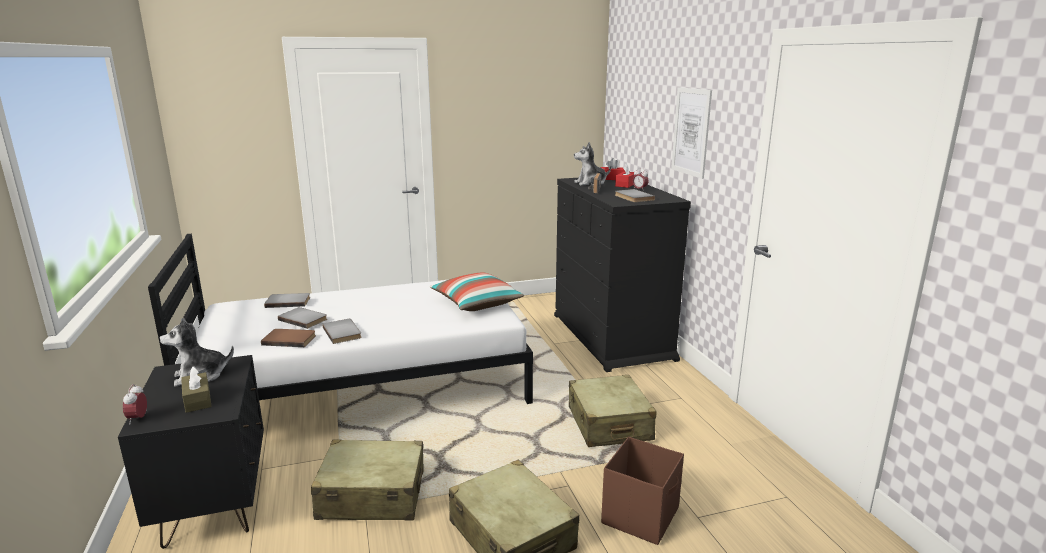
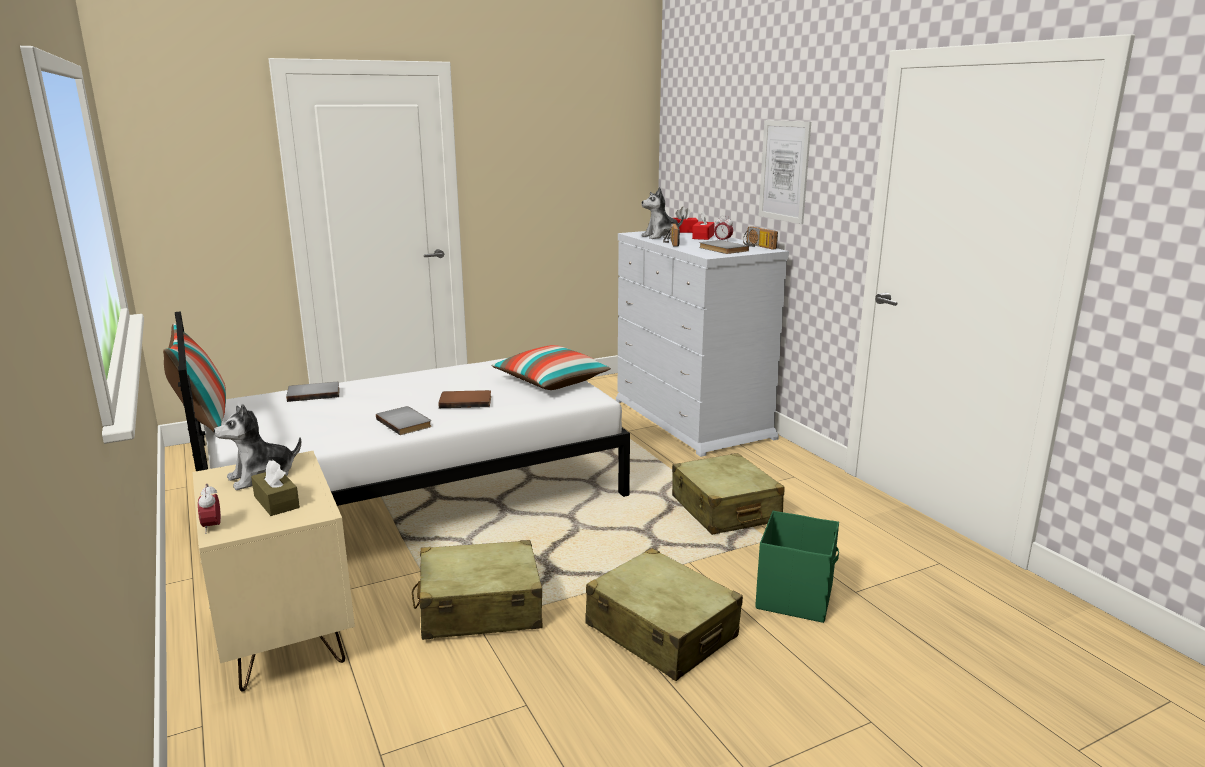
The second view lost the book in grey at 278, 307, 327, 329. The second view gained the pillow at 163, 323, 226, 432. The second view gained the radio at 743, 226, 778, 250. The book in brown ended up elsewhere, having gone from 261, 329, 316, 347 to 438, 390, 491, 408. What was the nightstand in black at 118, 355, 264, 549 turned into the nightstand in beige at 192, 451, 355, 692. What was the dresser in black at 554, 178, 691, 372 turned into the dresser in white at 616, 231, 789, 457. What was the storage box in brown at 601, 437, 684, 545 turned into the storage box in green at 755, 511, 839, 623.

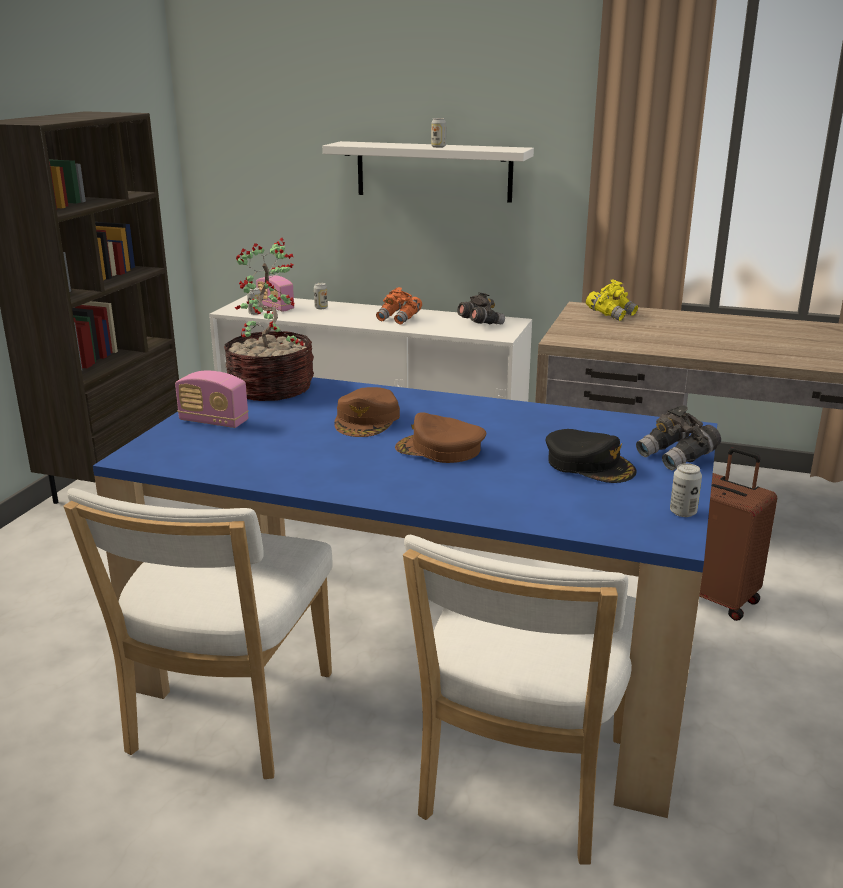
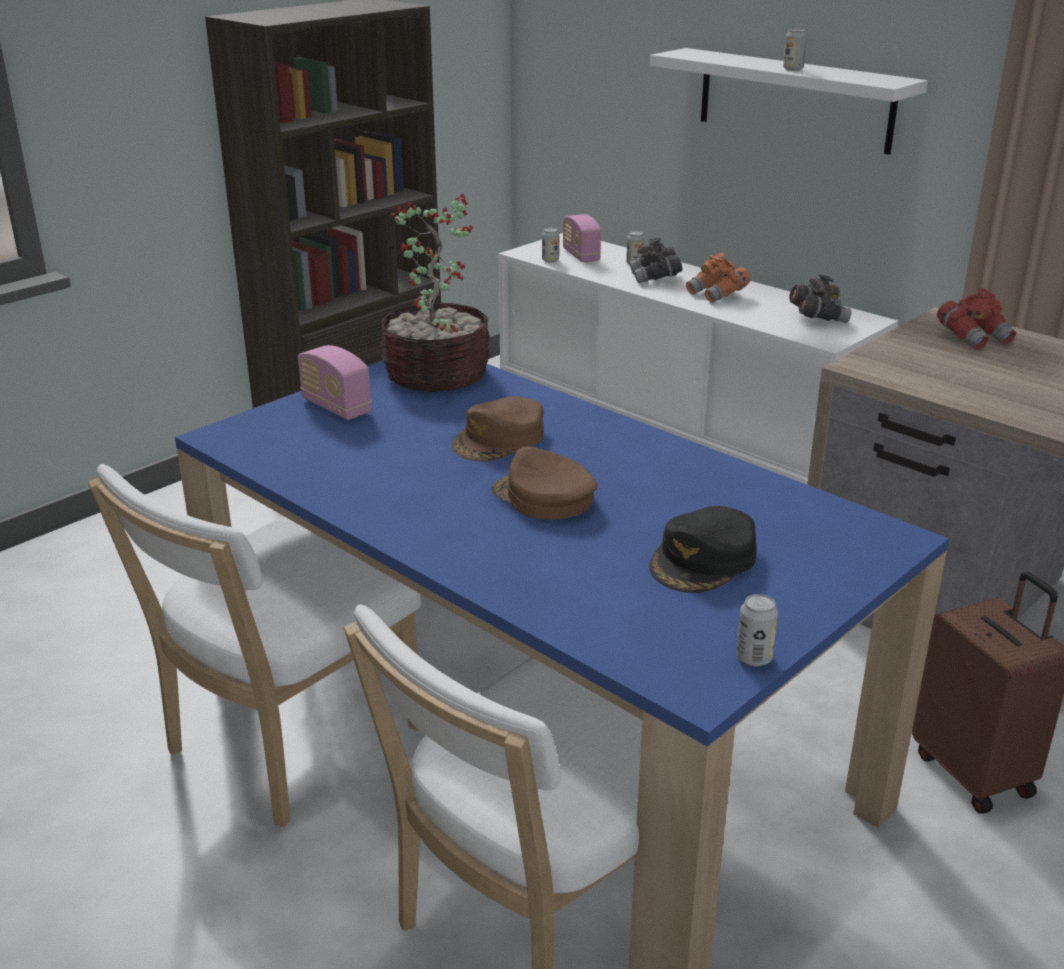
The binoculars in grey ended up elsewhere, having gone from 636, 406, 721, 470 to 629, 238, 683, 283. What was the binoculars in yellow at 586, 279, 638, 321 turned into the binoculars in red at 937, 288, 1016, 350. The cap in black at 546, 429, 636, 483 ended up facing another way, 60 degrees clockwise from before.

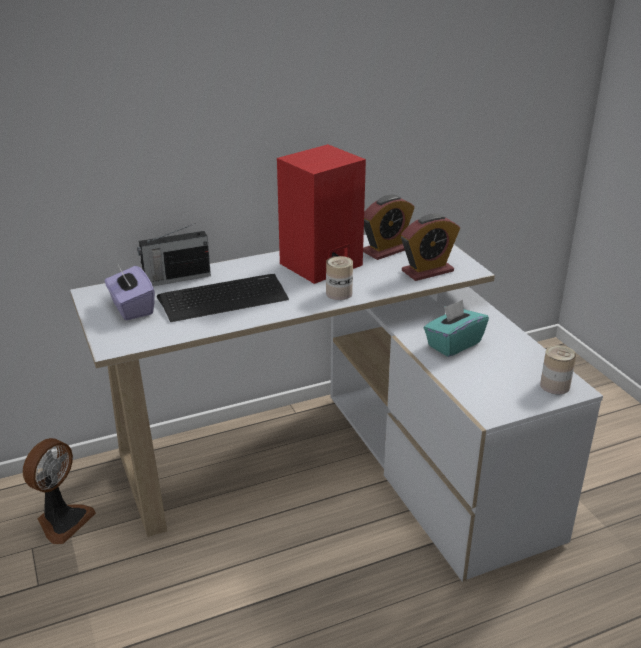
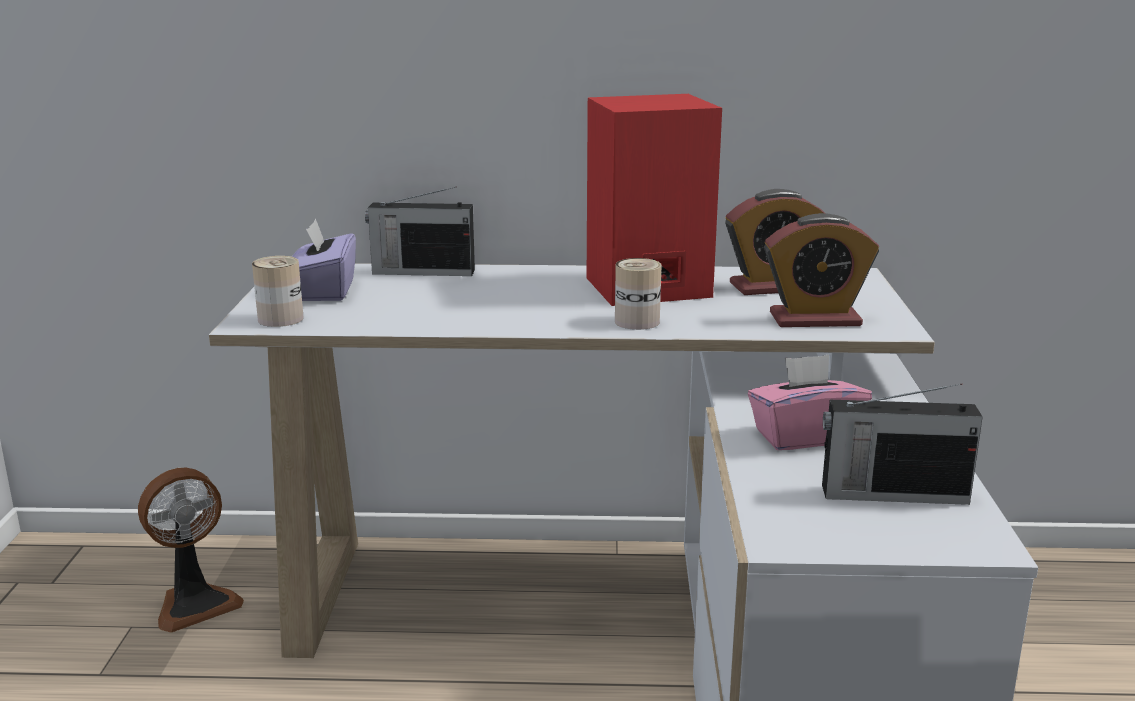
The second view lost the keyboard at 157, 274, 289, 322. The second view gained the radio at 822, 384, 983, 505. The can ended up elsewhere, having gone from 540, 345, 576, 394 to 252, 256, 304, 327. What was the tissue box in turquoise at 424, 300, 489, 357 turned into the tissue box in pink at 748, 354, 872, 450.

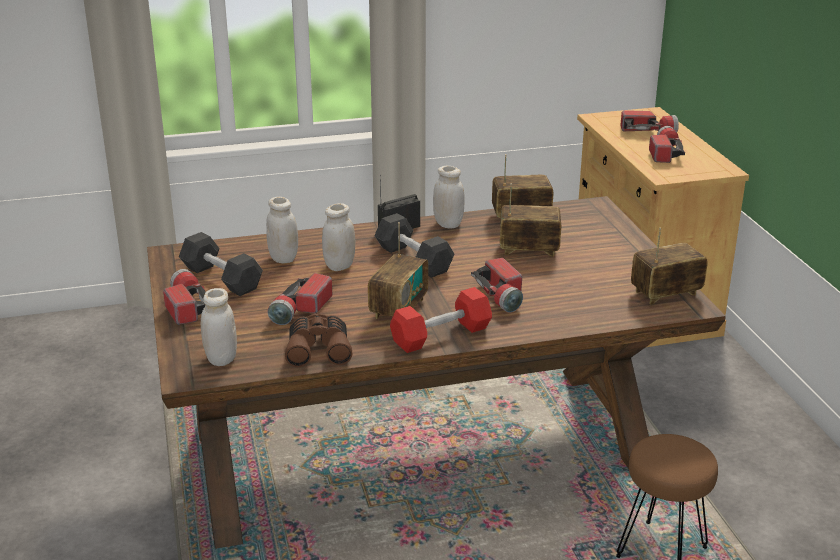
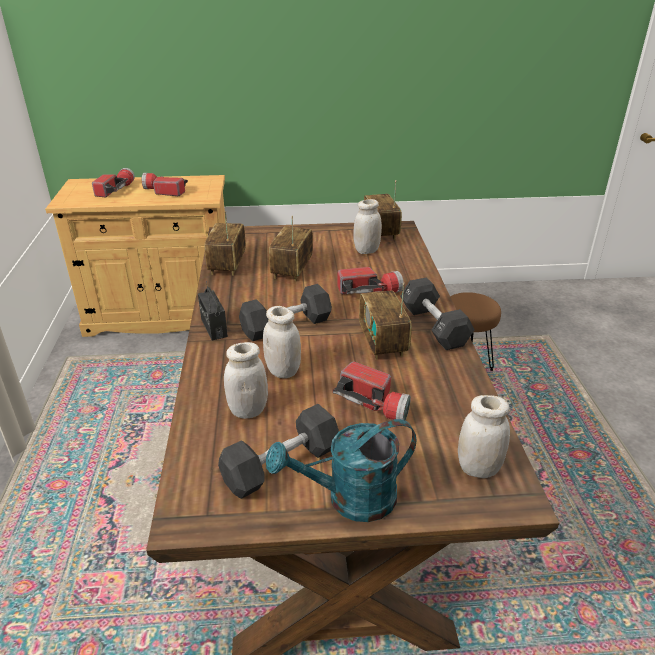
The second view lost the binoculars in brown at 285, 313, 352, 367. The jar in white ended up elsewhere, having gone from 433, 166, 465, 229 to 353, 199, 382, 254. Where the flashlight stood at 163, 269, 205, 325, the watering can in turquoise came to stand at 266, 419, 416, 522. What was the dumbbell in red at 390, 287, 492, 353 turned into the dumbbell in black at 400, 277, 475, 350. The radio at 368, 222, 428, 319 ended up facing another way, 135 degrees counterclockwise from before.

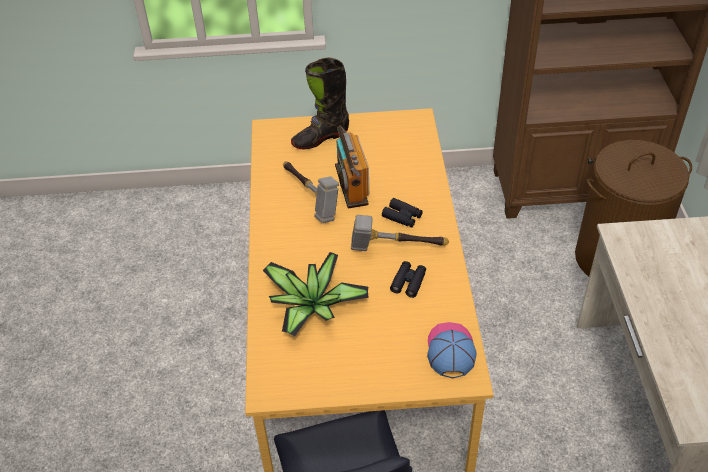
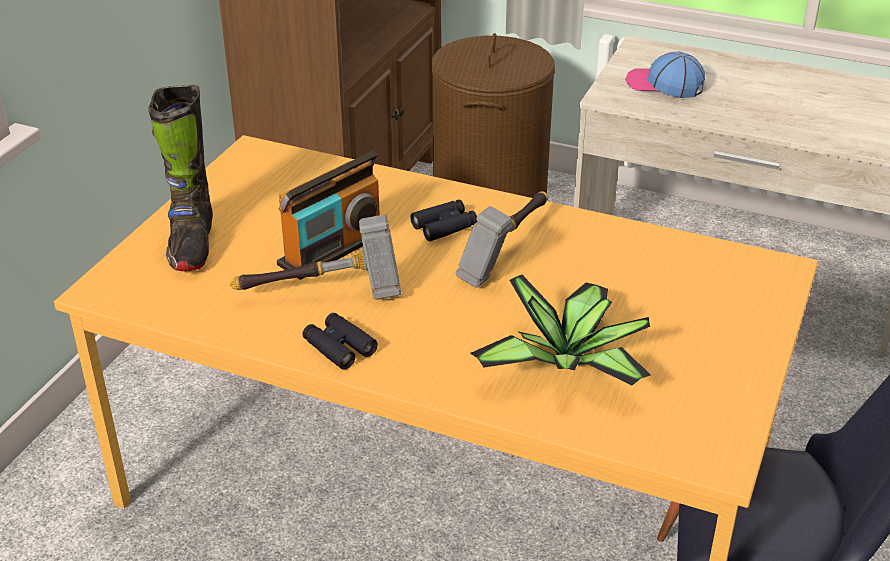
The binoculars in black ended up elsewhere, having gone from 390, 261, 426, 298 to 303, 313, 378, 370. The cap ended up elsewhere, having gone from 427, 322, 477, 378 to 625, 51, 705, 98. The radio at 335, 126, 369, 208 ended up facing another way, 60 degrees counterclockwise from before.

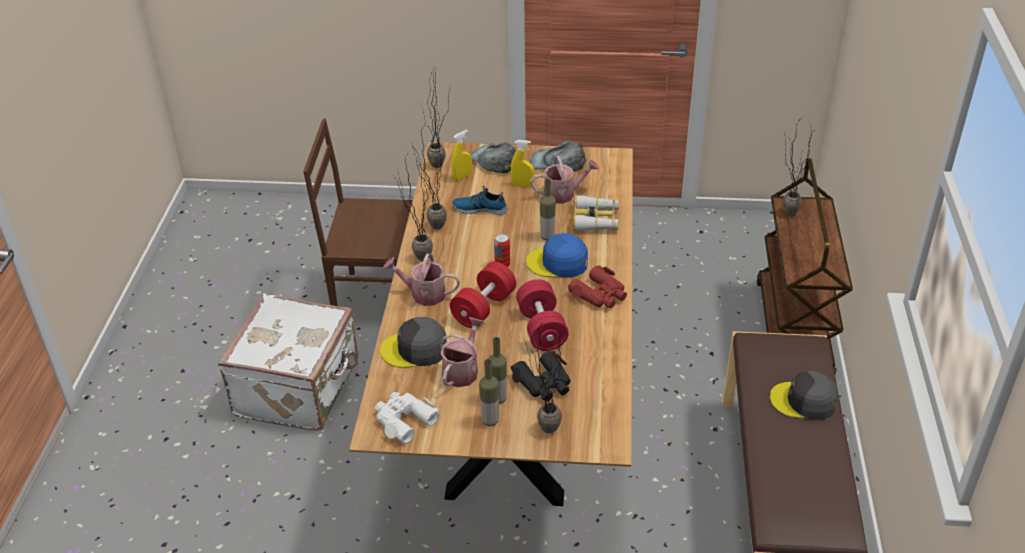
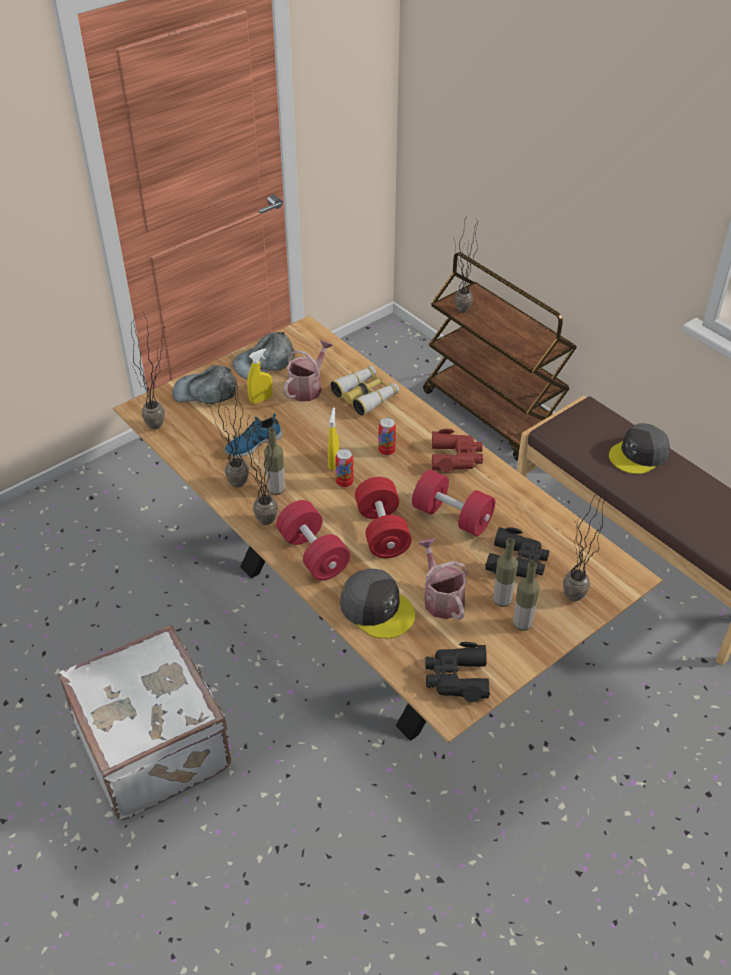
The second view lost the chair in brown at 303, 119, 413, 306. The spray bottle in yellow ended up elsewhere, having gone from 452, 130, 472, 181 to 328, 407, 339, 470. The bottle ended up elsewhere, having gone from 540, 179, 556, 240 to 264, 428, 285, 495. Where the watering can stood at 383, 254, 460, 306, the dumbbell in red came to stand at 276, 500, 350, 581. Where the cap in blue stood at 526, 233, 588, 278, the can came to stand at 378, 417, 396, 456. What was the binoculars in white at 375, 392, 440, 444 turned into the binoculars in black at 425, 642, 490, 702. The cap in grey at 380, 317, 447, 368 ended up facing another way, 90 degrees counterclockwise from before.

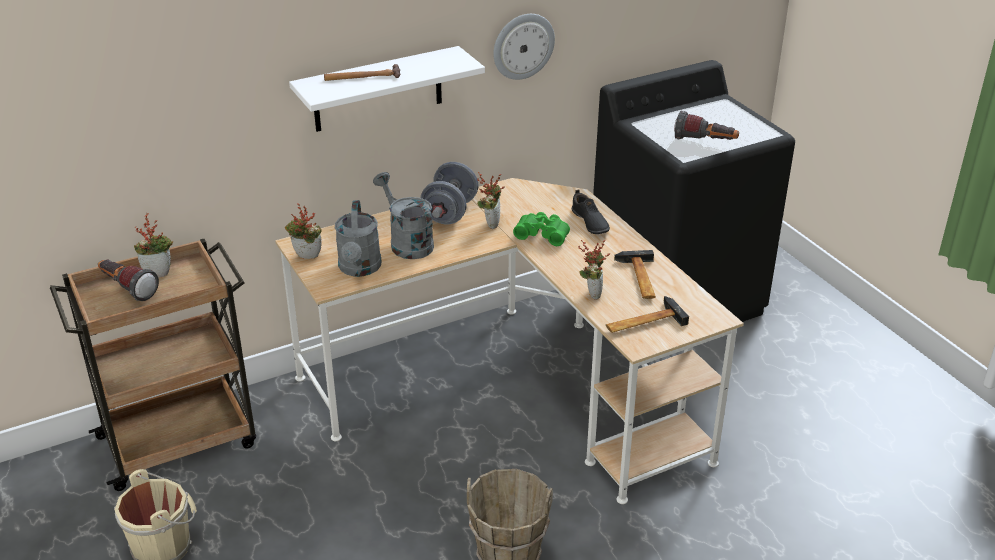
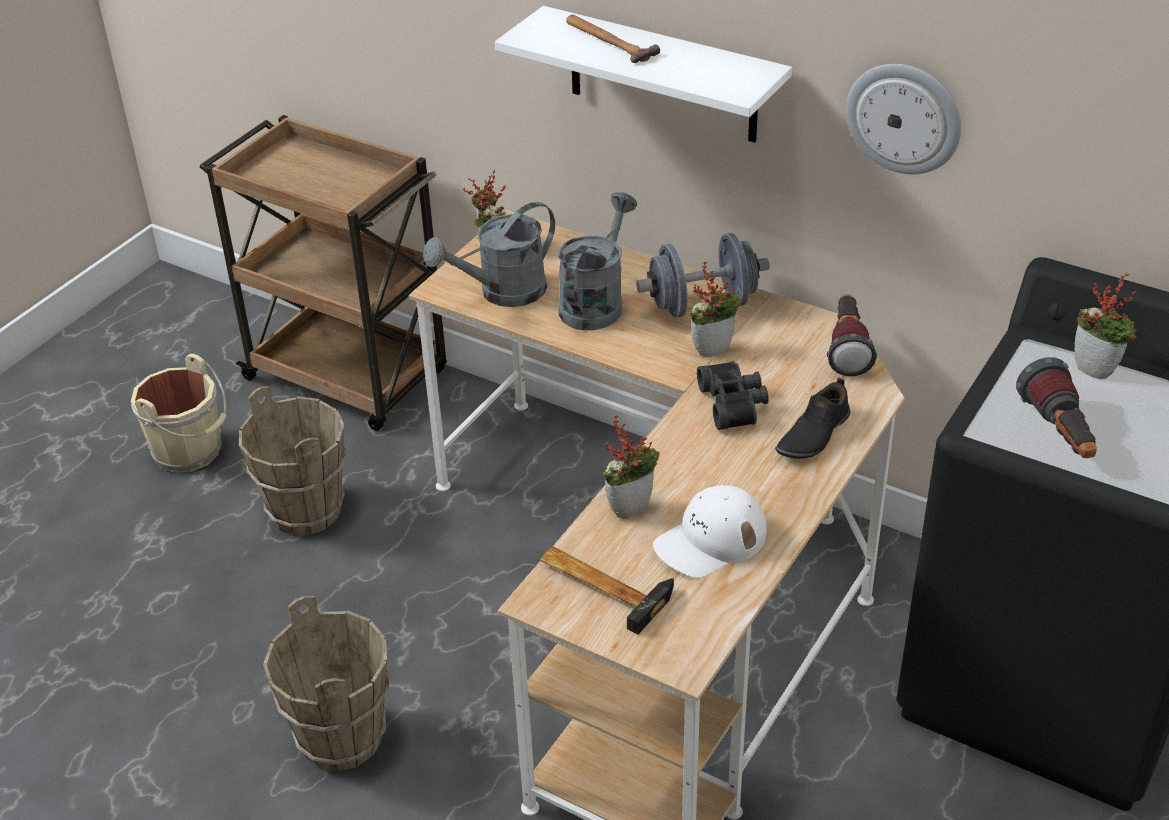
The second view gained the bucket in brown at 239, 386, 347, 536. The flashlight ended up elsewhere, having gone from 98, 260, 159, 301 to 827, 294, 877, 376. The potted plant ended up elsewhere, having gone from 134, 213, 173, 278 to 1074, 272, 1137, 380. Where the hammer stood at 614, 250, 656, 299, the cap in white came to stand at 653, 485, 767, 578. What was the binoculars in green at 513, 212, 570, 246 turned into the binoculars in black at 697, 361, 769, 430.

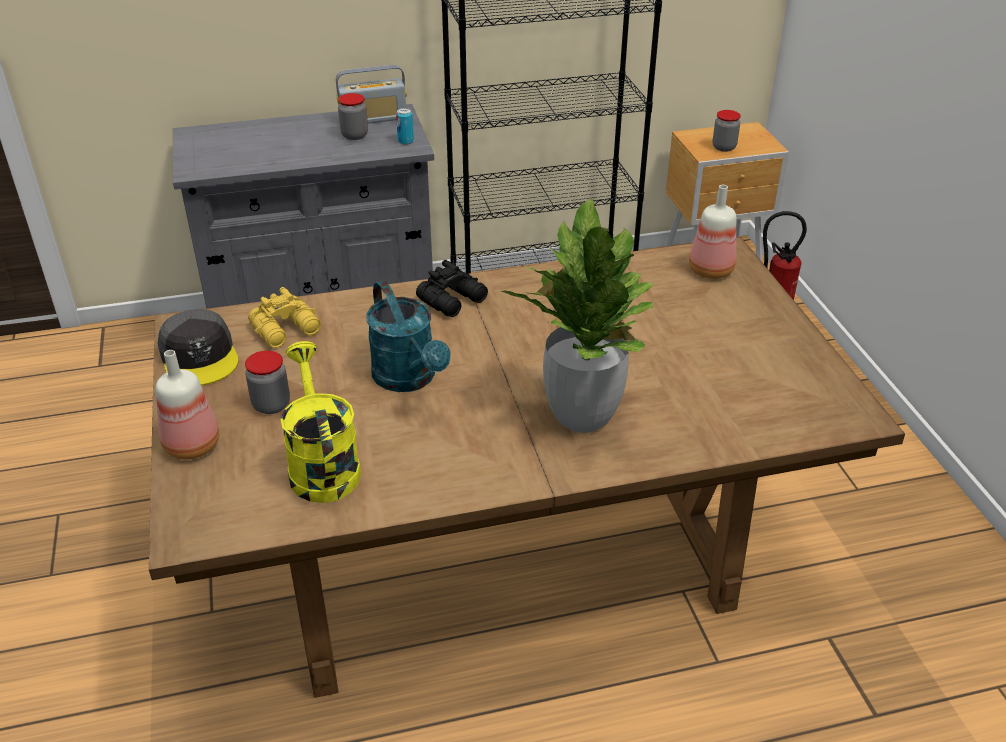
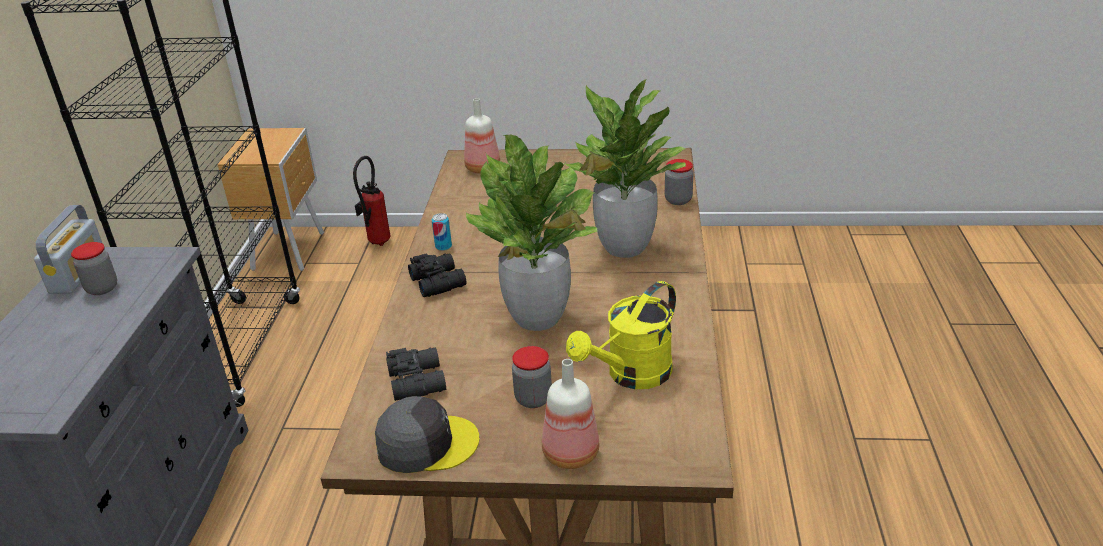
The can ended up elsewhere, having gone from 396, 108, 414, 145 to 432, 213, 452, 251. The jar ended up elsewhere, having gone from 712, 110, 741, 152 to 665, 159, 694, 205. Where the watering can in turquoise stood at 366, 280, 451, 392, the potted plant came to stand at 466, 135, 598, 331. What was the binoculars in yellow at 248, 287, 321, 348 turned into the binoculars in black at 386, 348, 446, 401. The watering can in yellow at 280, 341, 361, 503 ended up facing another way, 45 degrees counterclockwise from before.

